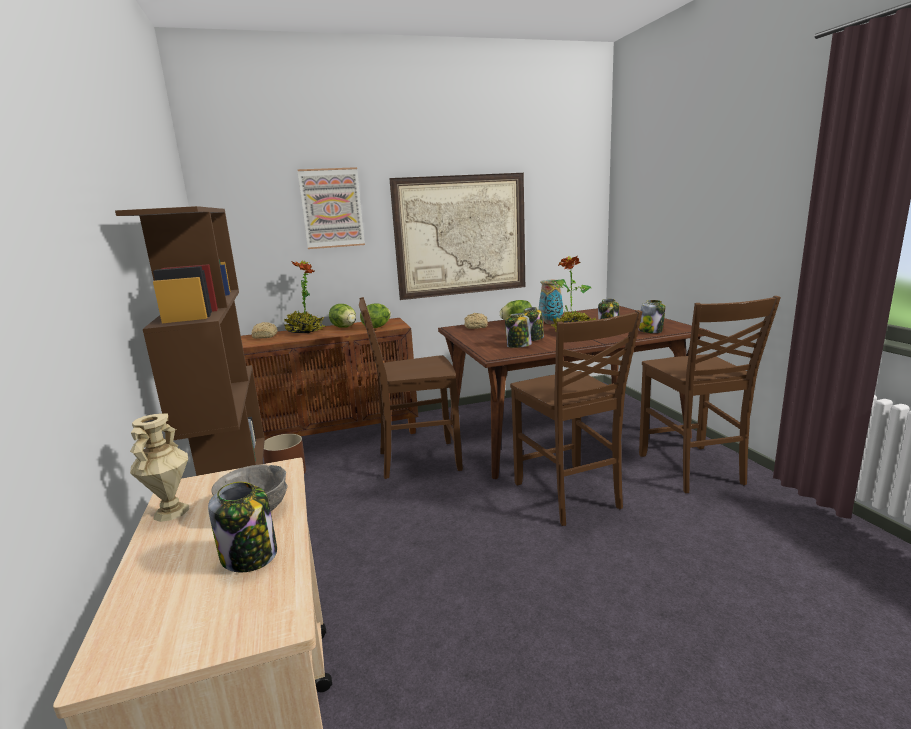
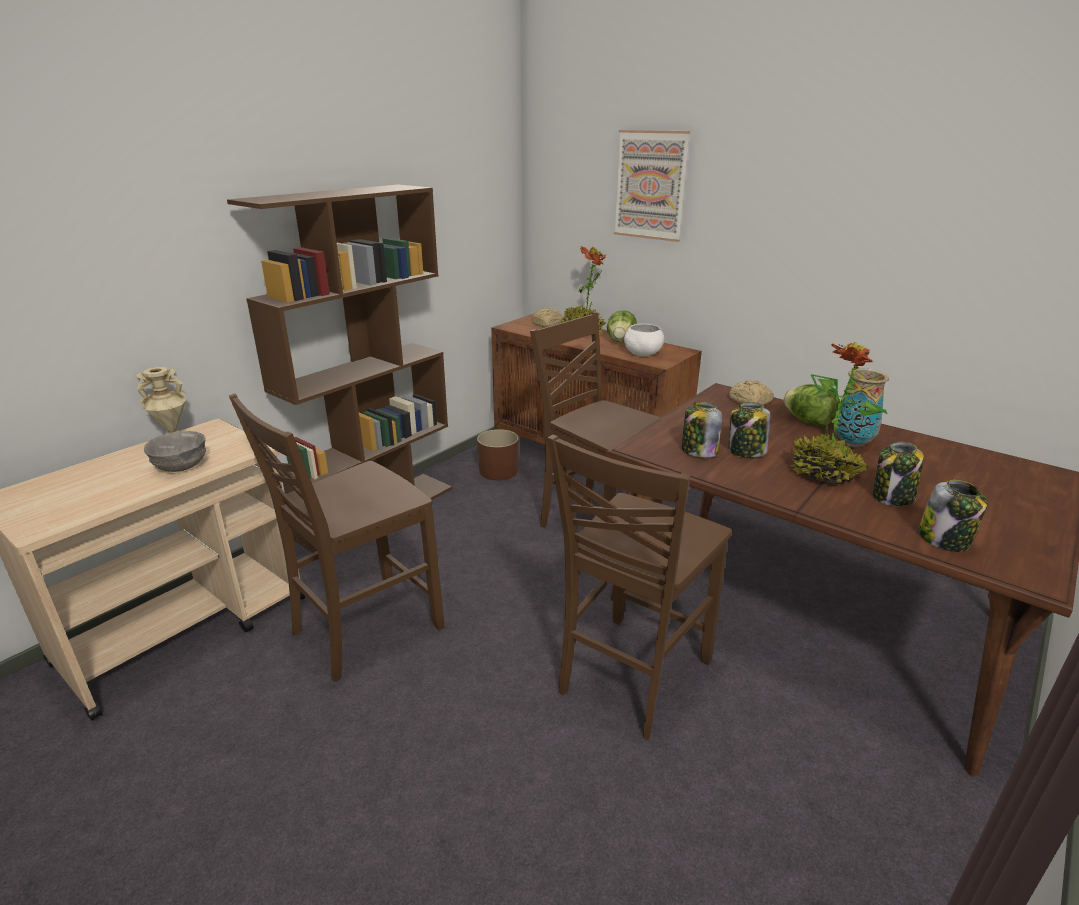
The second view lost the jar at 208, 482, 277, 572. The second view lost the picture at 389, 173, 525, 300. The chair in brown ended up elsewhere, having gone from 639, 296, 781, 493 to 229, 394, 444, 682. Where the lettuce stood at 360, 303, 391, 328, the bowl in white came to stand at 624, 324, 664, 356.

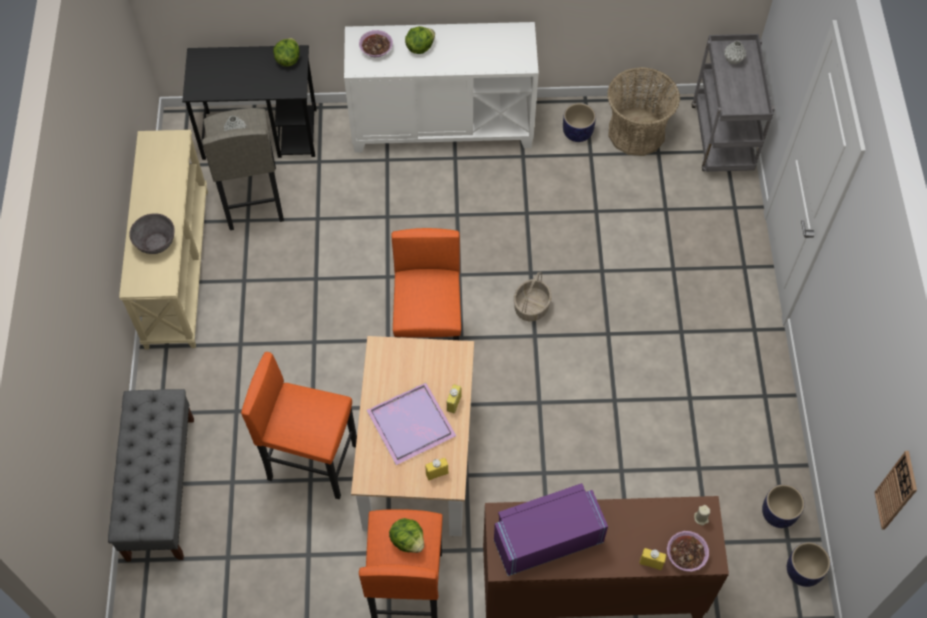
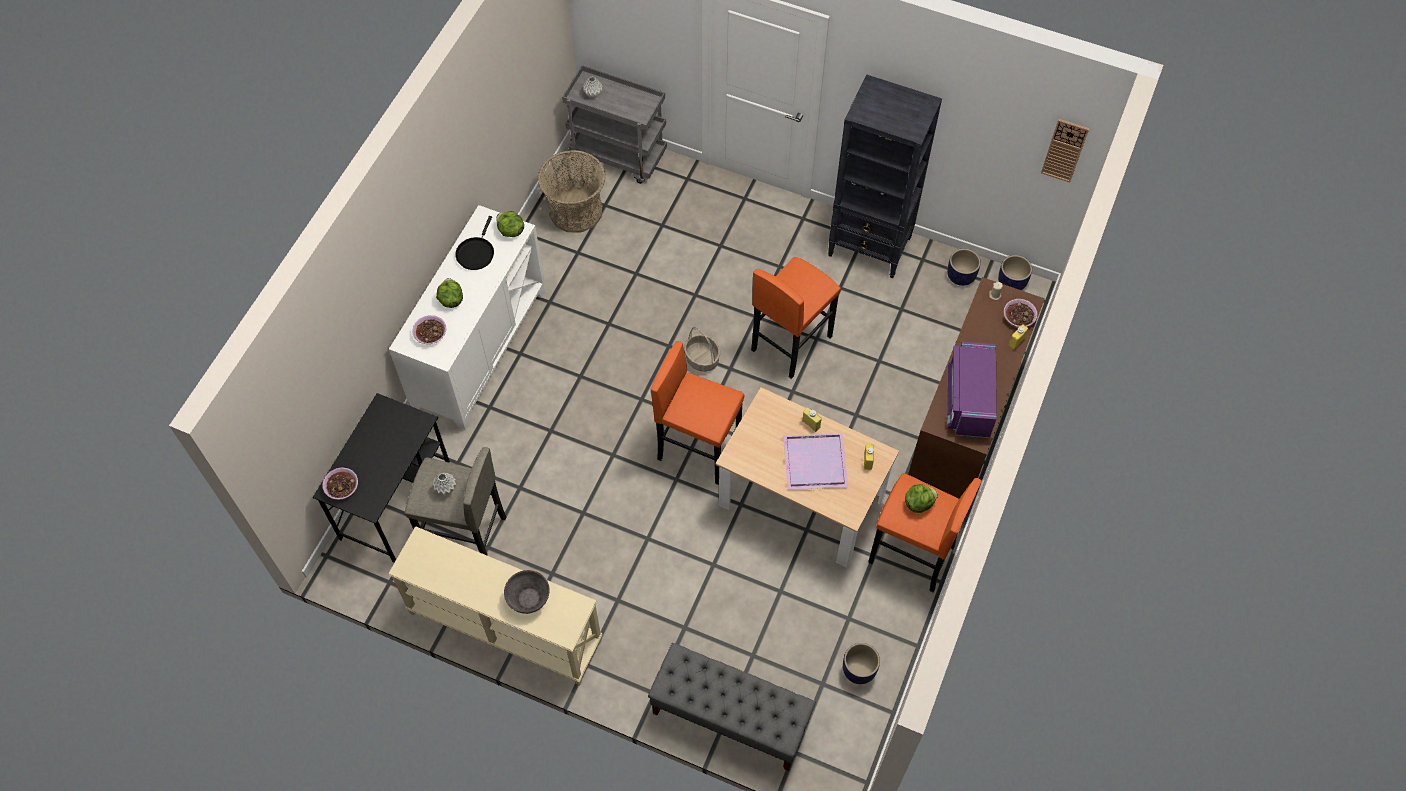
The second view gained the bowl at 322, 467, 358, 500. The second view gained the frying pan in black at 455, 216, 494, 270. The second view gained the bookcase in black at 828, 74, 942, 278. The stool in orange ended up elsewhere, having gone from 241, 352, 357, 499 to 751, 257, 841, 379. The lettuce ended up elsewhere, having gone from 273, 38, 300, 66 to 496, 211, 524, 237. The planter ended up elsewhere, having gone from 563, 103, 596, 142 to 843, 643, 880, 684.

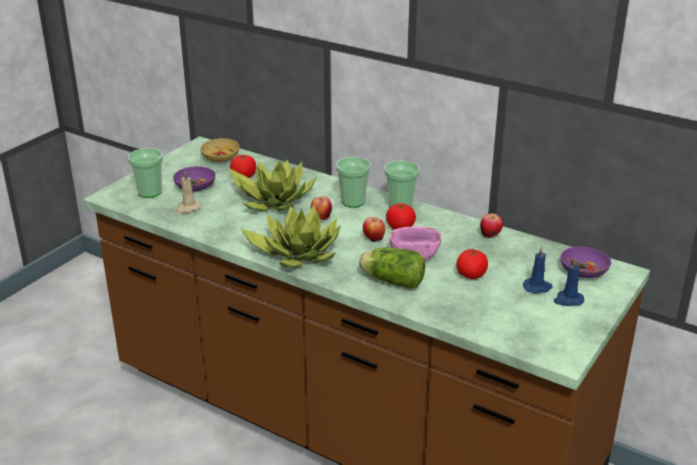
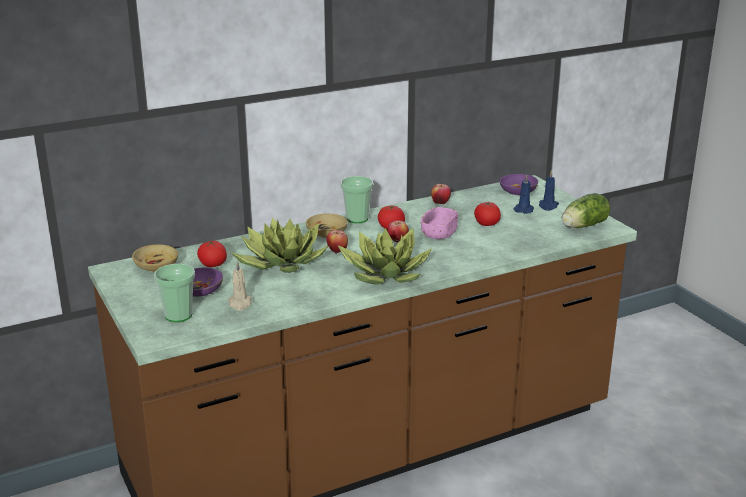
The lettuce ended up elsewhere, having gone from 359, 247, 425, 289 to 562, 193, 610, 228. Where the cup stood at 336, 157, 371, 208, the bowl in beige came to stand at 306, 214, 348, 238.

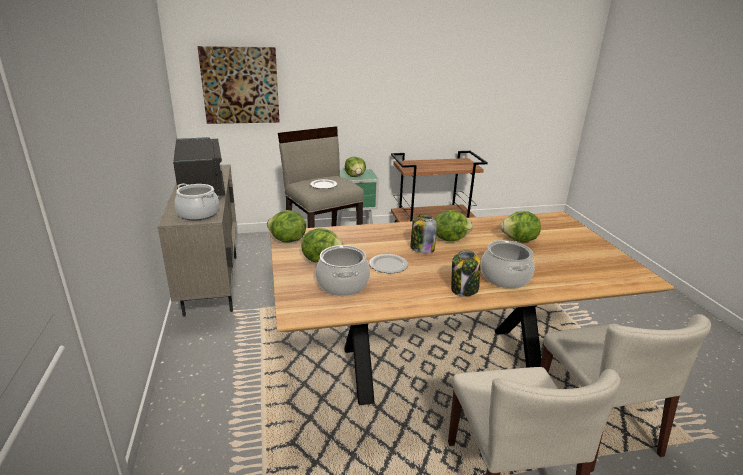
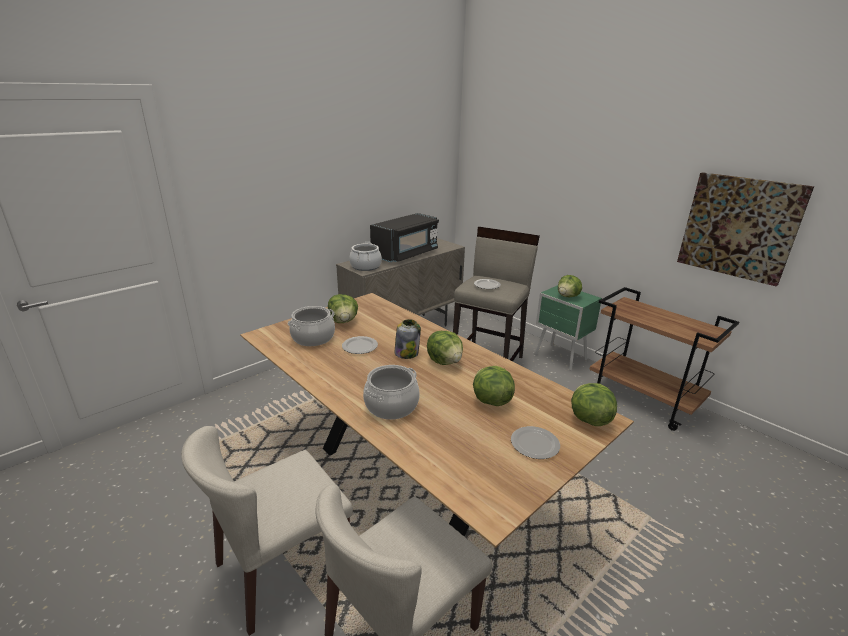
The second view lost the jar at 451, 250, 481, 297. The second view gained the plate at 511, 426, 560, 459. The picture ended up elsewhere, having gone from 198, 46, 280, 124 to 677, 172, 814, 287. The lettuce ended up elsewhere, having gone from 267, 210, 306, 243 to 571, 383, 617, 426.

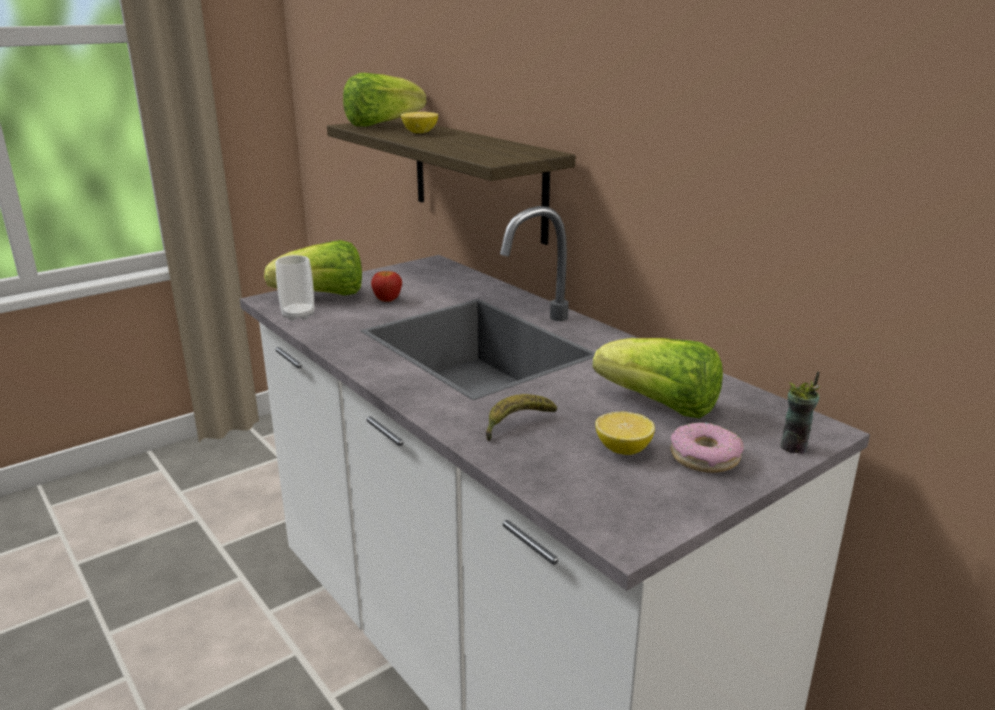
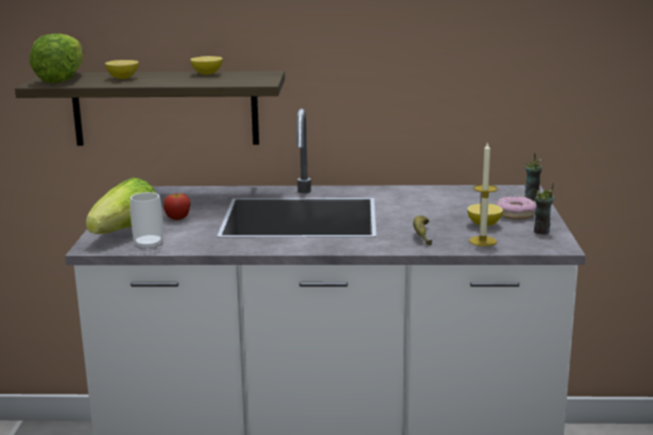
The second view lost the lettuce at 593, 338, 723, 419. The second view gained the lemon at 190, 56, 223, 75. The second view gained the candle at 469, 141, 498, 246. The second view gained the cup at 534, 183, 554, 235.

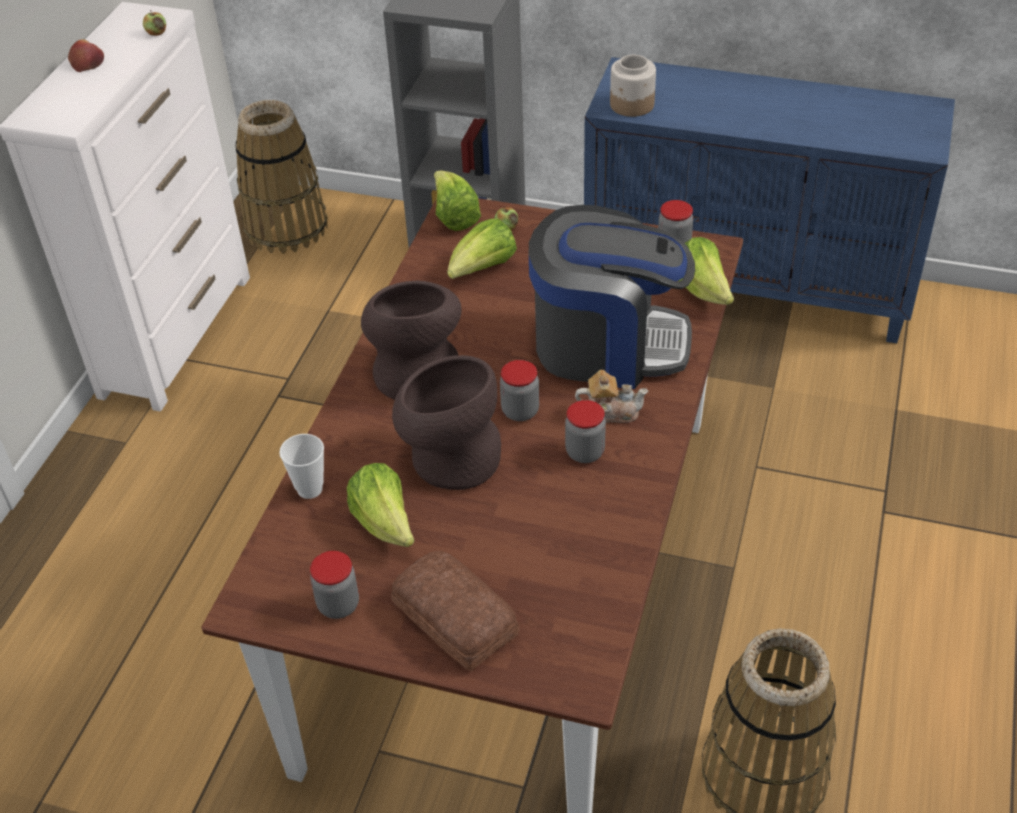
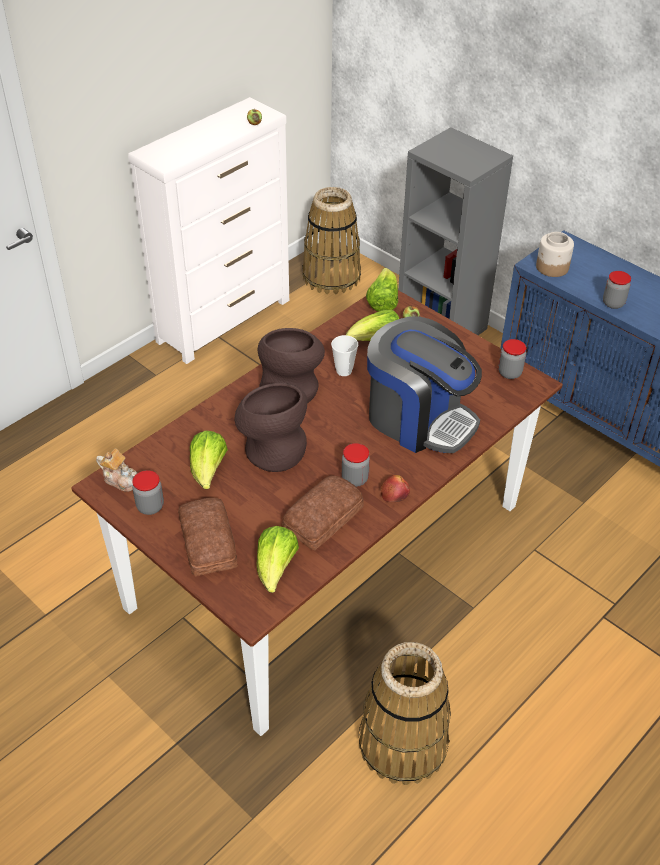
The second view gained the bread at 281, 476, 364, 551. The apple ended up elsewhere, having gone from 68, 39, 104, 72 to 381, 475, 410, 502. The cup ended up elsewhere, having gone from 279, 434, 324, 499 to 331, 335, 358, 376. The jar ended up elsewhere, having gone from 500, 360, 539, 421 to 603, 271, 631, 309. The teapot ended up elsewhere, having gone from 575, 370, 648, 423 to 96, 449, 137, 492. The lettuce ended up elsewhere, having gone from 678, 237, 734, 305 to 257, 526, 299, 593.

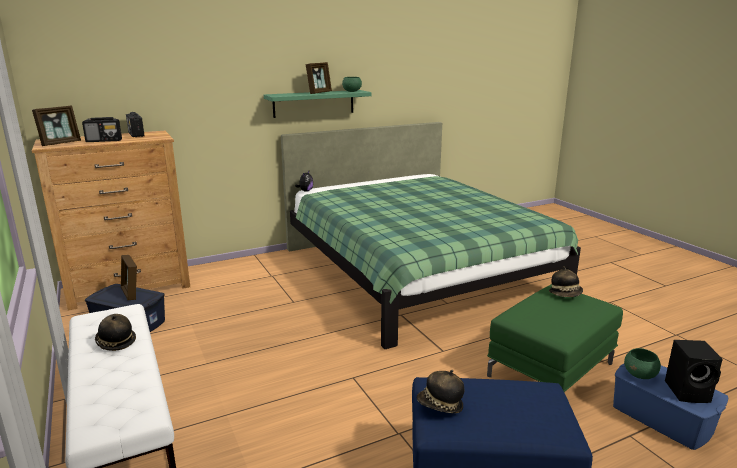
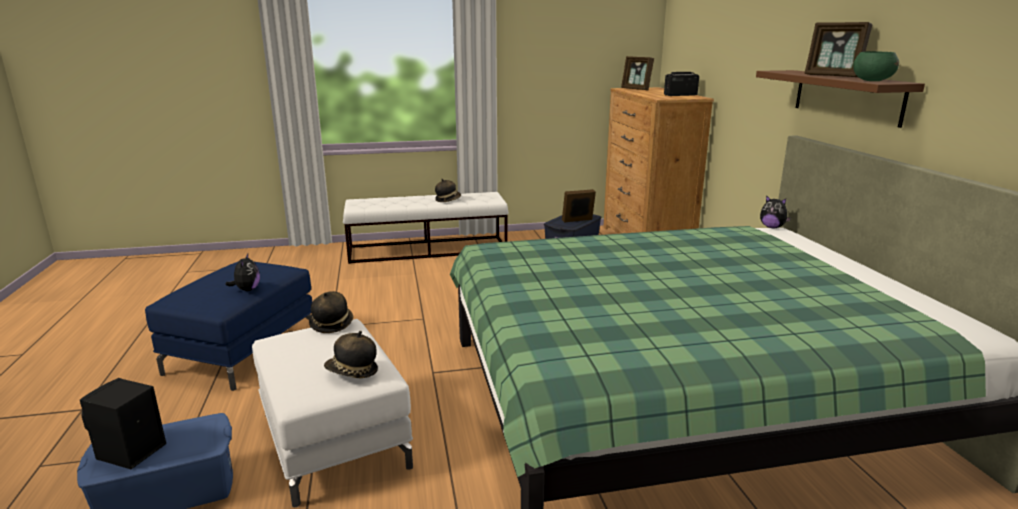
The second view lost the radio at 82, 117, 122, 142. The second view lost the bowl in green at 624, 348, 661, 379. The second view gained the plush toy at 225, 254, 260, 291. The hat ended up elsewhere, having gone from 417, 370, 464, 413 to 309, 291, 353, 333. What was the shelf in green at 264, 90, 372, 118 turned into the shelf in brown at 756, 70, 925, 128. What was the ottoman in green at 487, 284, 623, 392 turned into the ottoman in white at 252, 319, 413, 507.

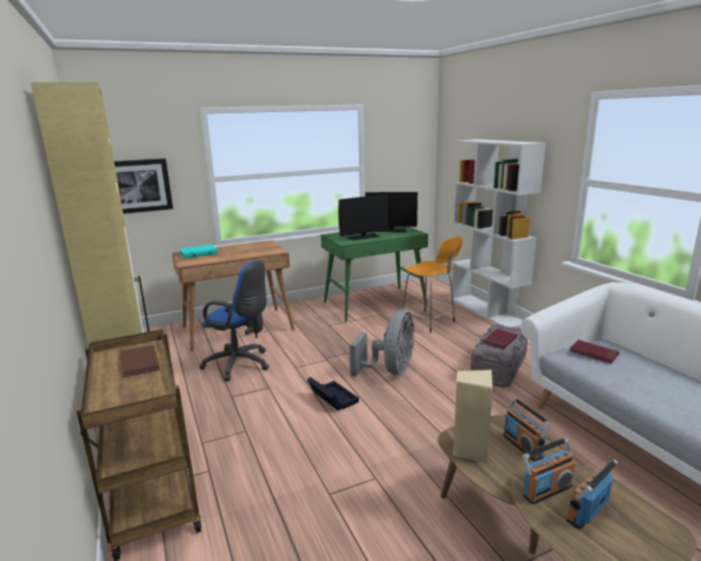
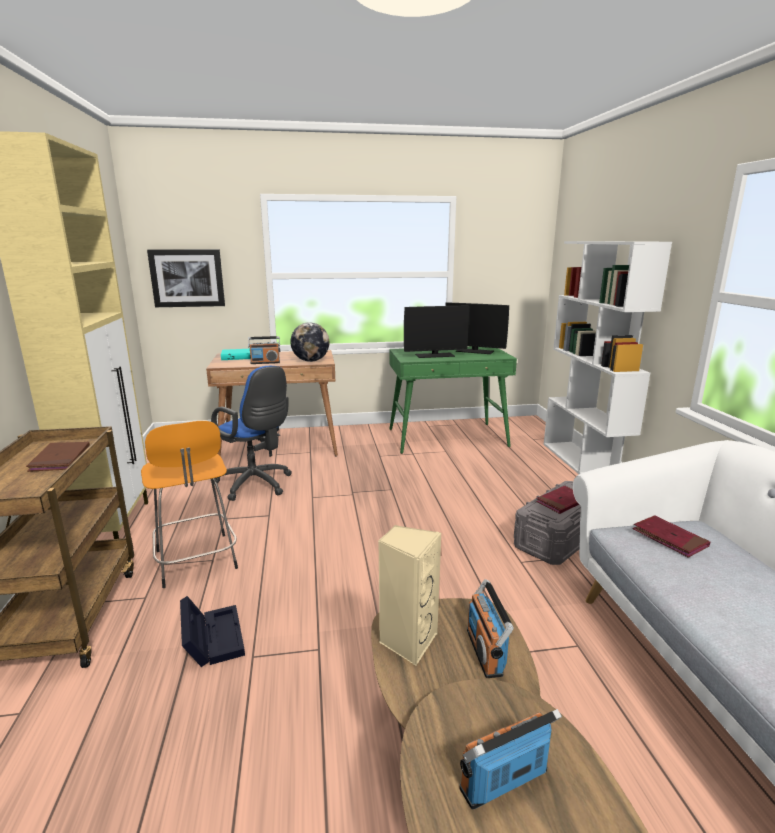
The second view lost the fan in grey at 350, 310, 415, 377. The second view gained the globe at 290, 322, 329, 362. The storage box in black ended up elsewhere, having gone from 307, 377, 359, 411 to 180, 596, 245, 667. The stool in orange ended up elsewhere, having gone from 401, 236, 463, 333 to 141, 421, 238, 588. The radio ended up elsewhere, having gone from 522, 438, 575, 504 to 248, 336, 280, 364.

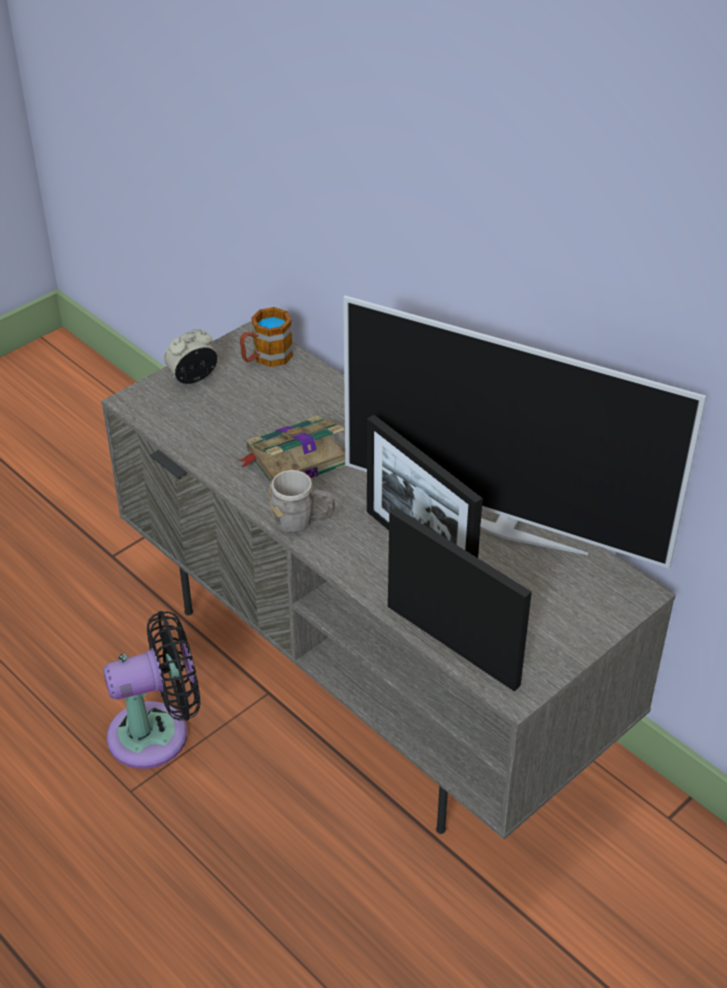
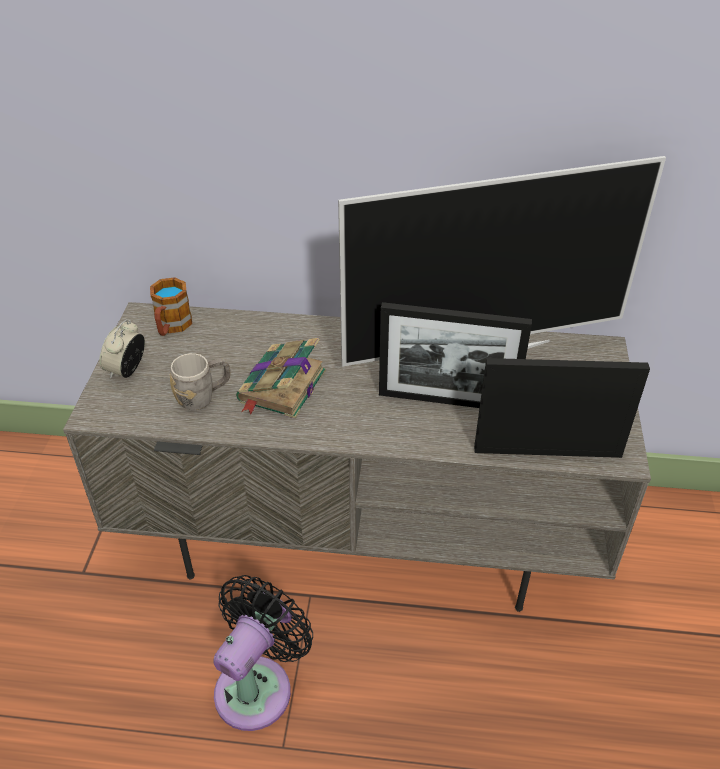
The mug in grey ended up elsewhere, having gone from 269, 470, 335, 533 to 170, 353, 231, 410.

